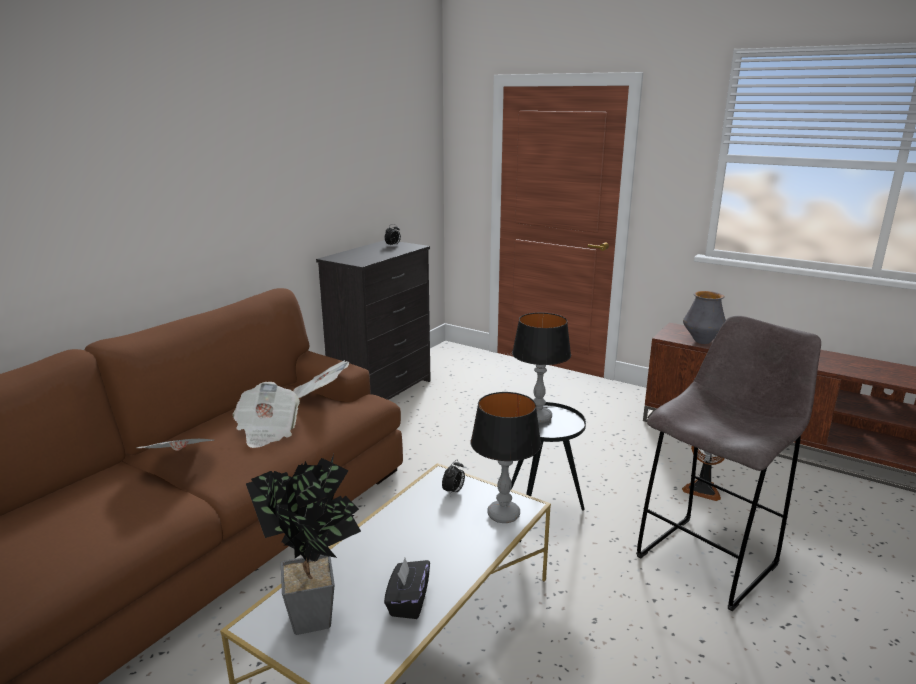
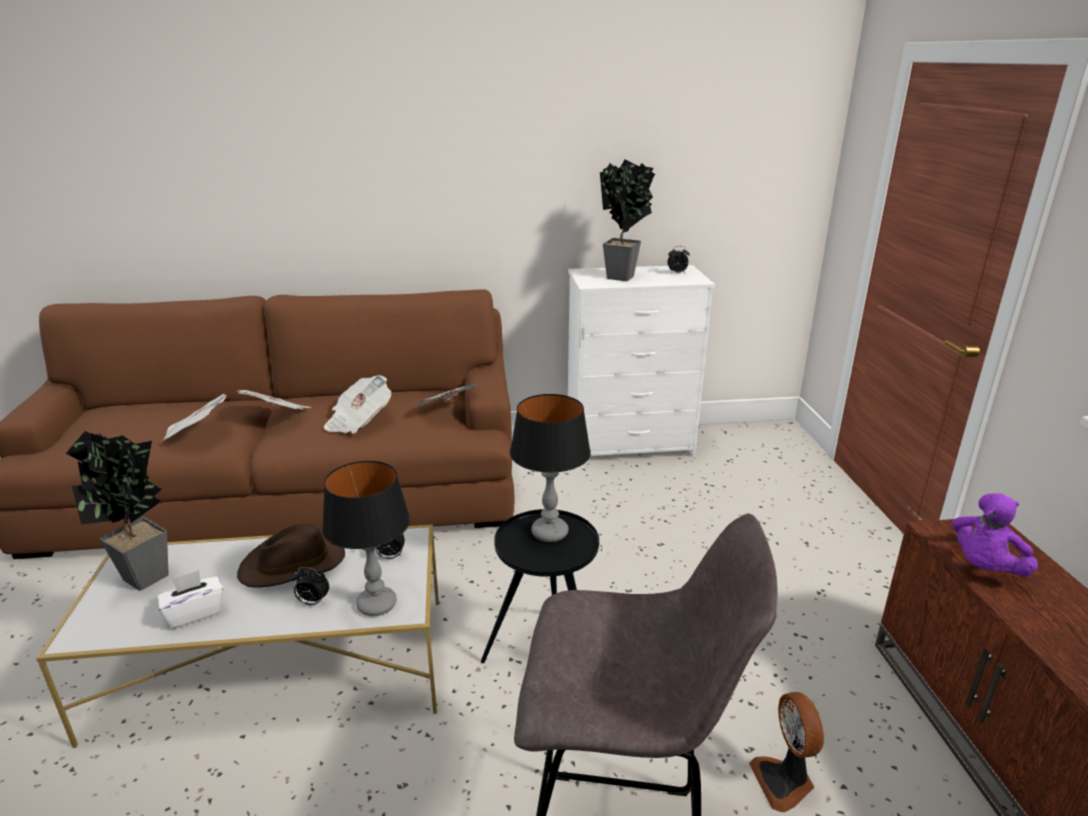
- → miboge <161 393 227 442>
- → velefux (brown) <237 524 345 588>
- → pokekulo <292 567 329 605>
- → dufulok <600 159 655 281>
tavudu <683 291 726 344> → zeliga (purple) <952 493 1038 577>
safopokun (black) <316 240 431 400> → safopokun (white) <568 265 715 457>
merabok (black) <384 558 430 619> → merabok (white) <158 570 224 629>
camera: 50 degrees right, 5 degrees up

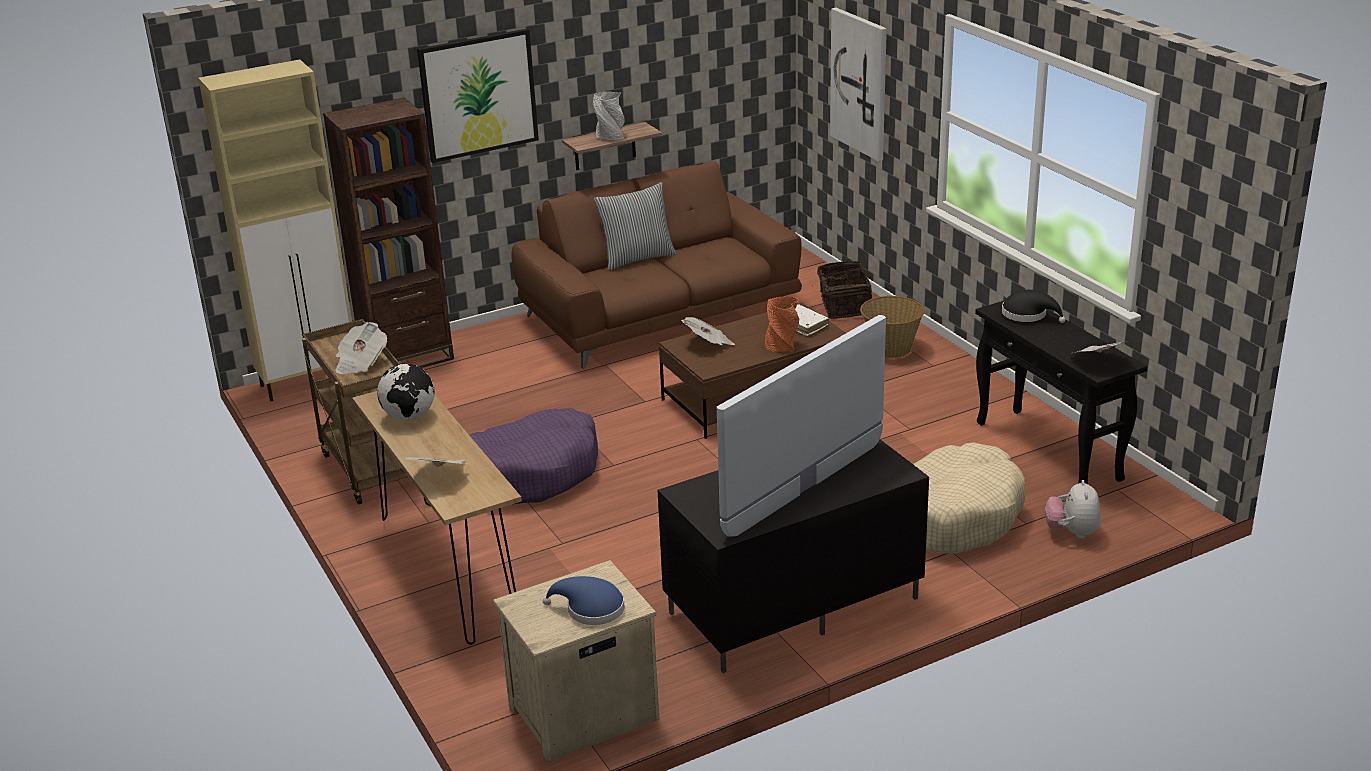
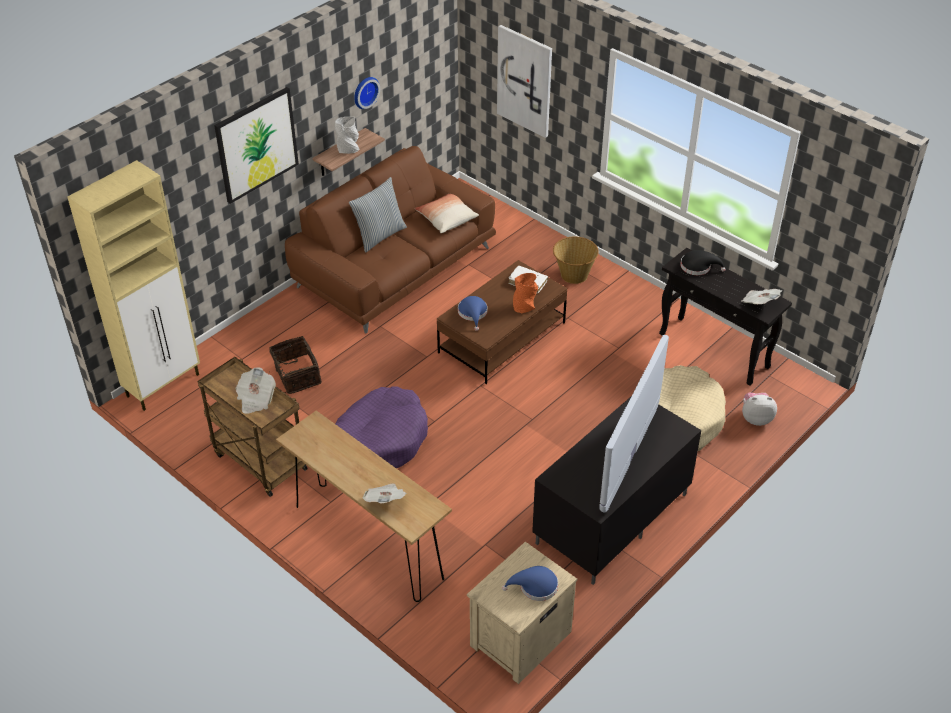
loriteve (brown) <323 98 454 368> → -
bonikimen <377 364 435 420> → -
- → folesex <354 77 380 109>
- → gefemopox <415 194 479 233>
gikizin <812 261 872 319> → gikizin <269 336 322 394>, move
miboge <681 317 735 345> → velefux (blue) <458 296 488 331>
zeliga <1045 480 1101 539> → zeliga <742 393 777 426>, 105 degrees clockwise
camera: 20 degrees left, 15 degrees up

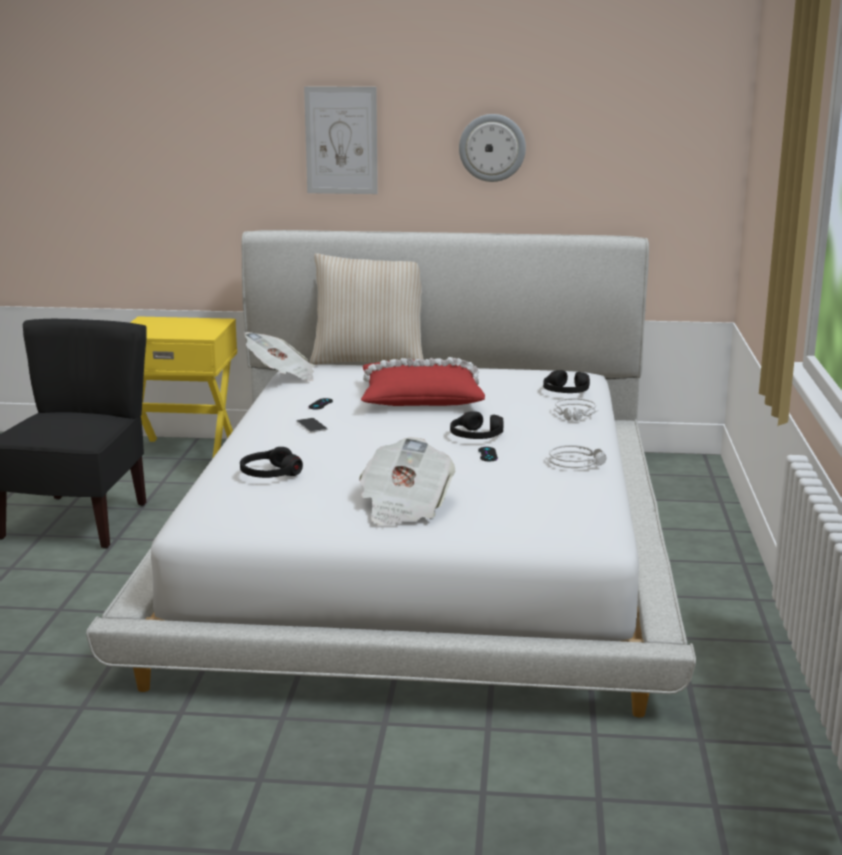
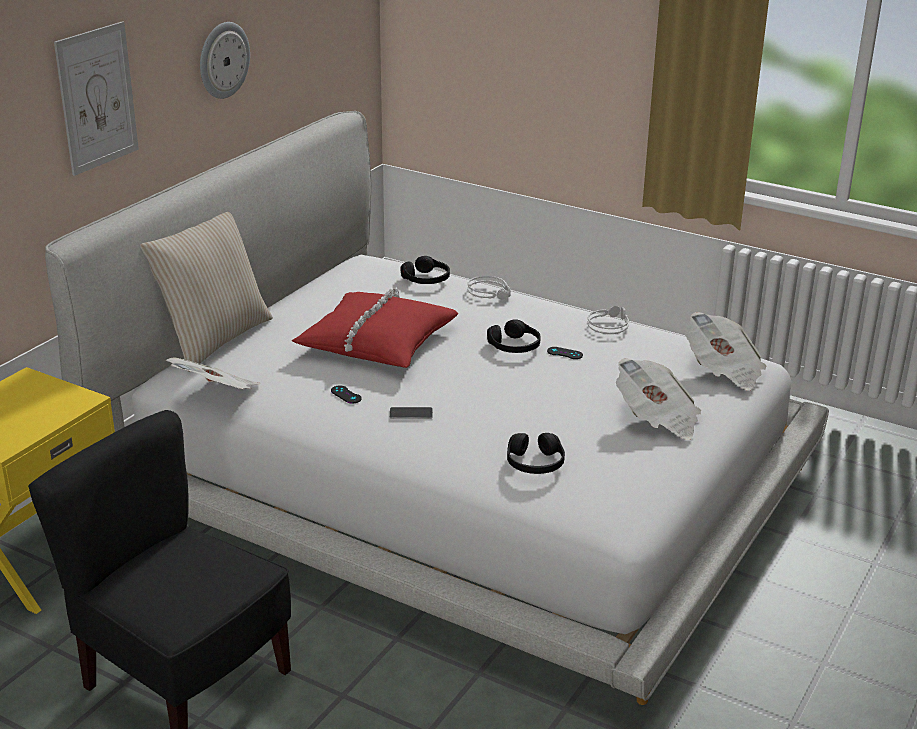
- → miboge <685 312 766 391>
camera: 65 degrees left, 10 degrees up

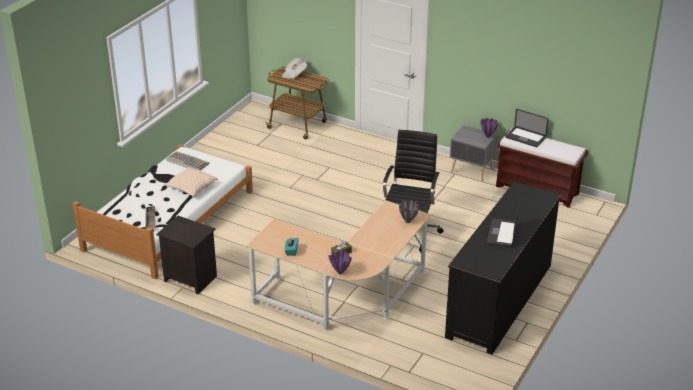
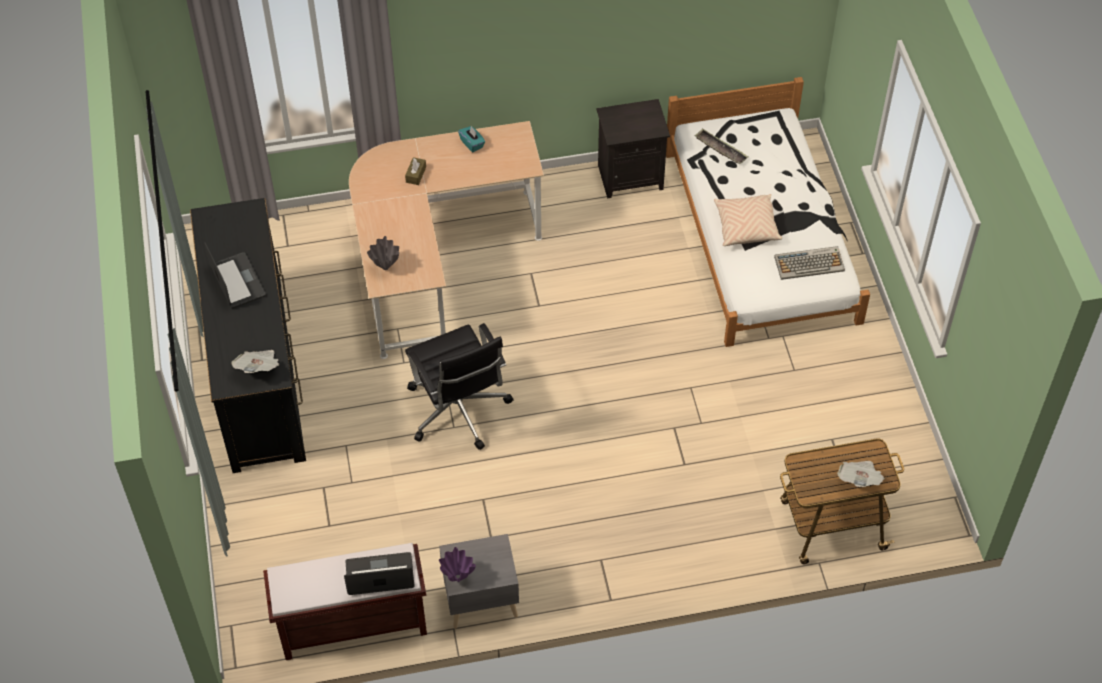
tavudu (purple) <329 250 352 275> → -
- → miboge <231 350 279 373>
camera: 140 degrees right, 20 degrees up

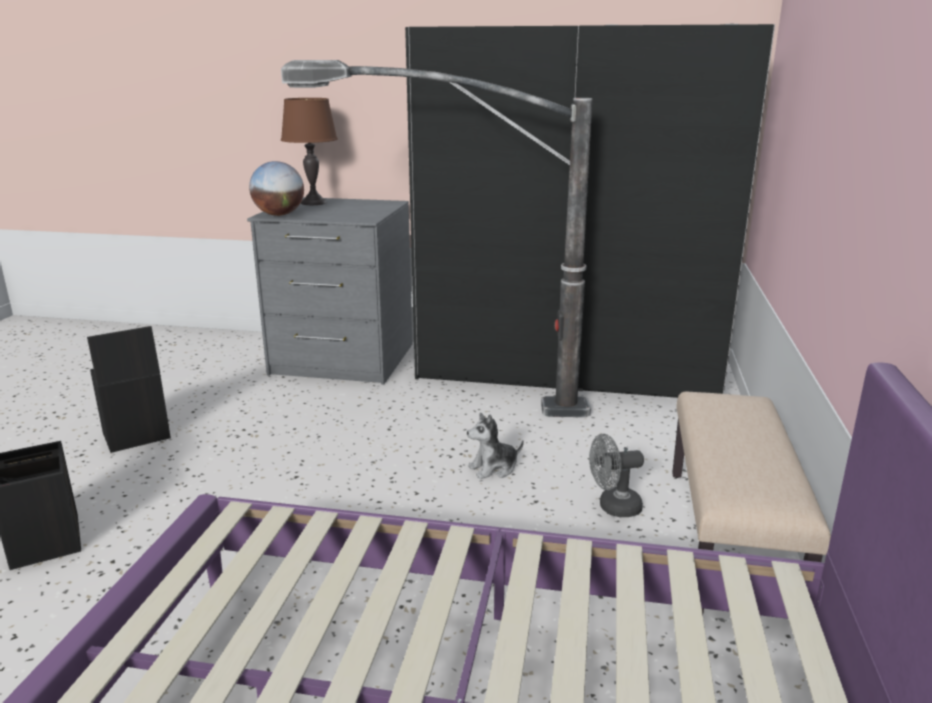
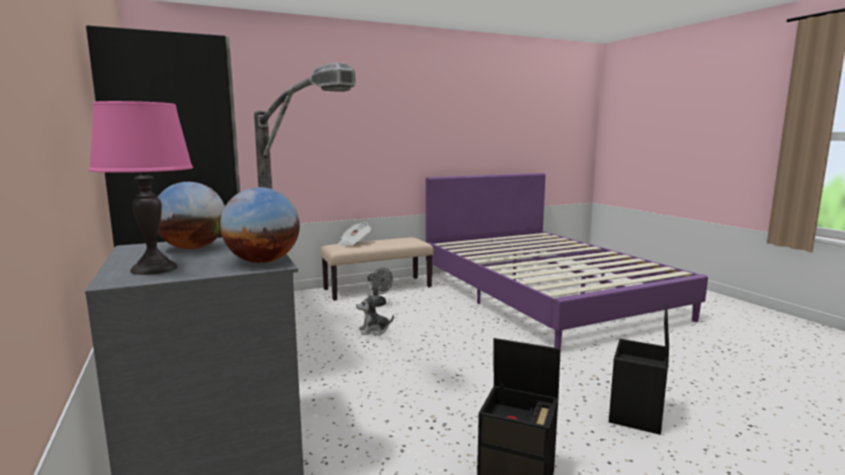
- → bonikimen <158 182 225 249>
- → miboge <337 222 371 246>
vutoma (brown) <281 98 338 205> → vutoma (pink) <88 101 193 275>
zeliga <467 412 524 479> → zeliga <356 295 394 335>, 135 degrees clockwise
camera: 125 degrees left, 10 degrees down

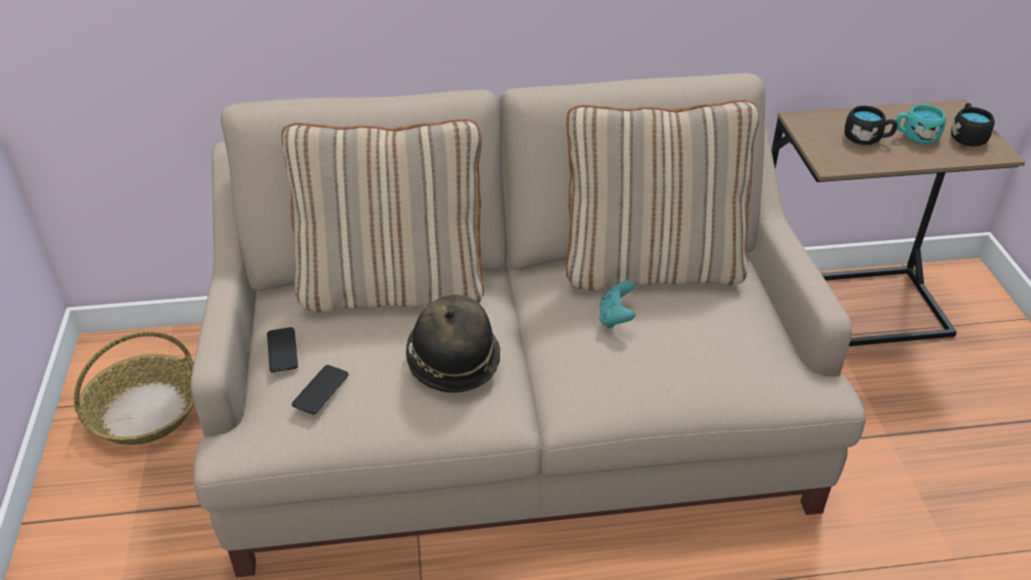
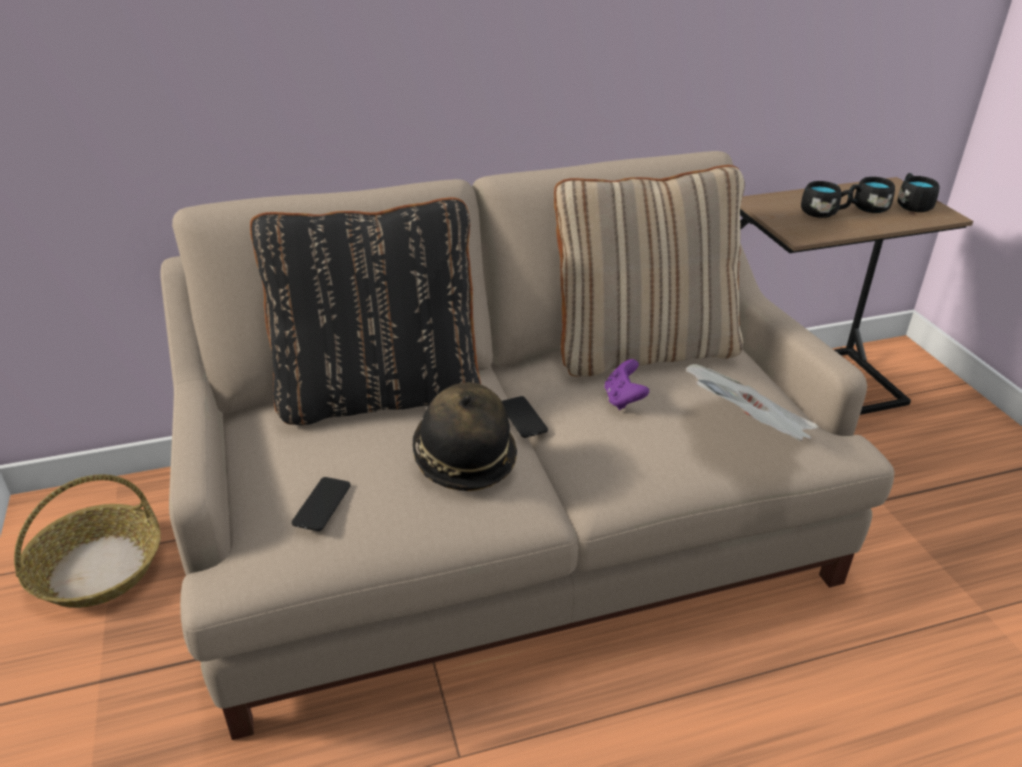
- → miboge <686 364 818 441>
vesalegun <267 327 298 372> → vesalegun <502 396 548 438>, move
gefemopox (beige) <282 119 484 313> → gefemopox (black) <250 197 481 425>
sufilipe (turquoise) <599 280 636 329> → sufilipe (purple) <604 359 649 410>
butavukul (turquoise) <896 104 946 144> → butavukul (black) <848 177 895 213>
camera: 10 degrees left, 5 degrees down

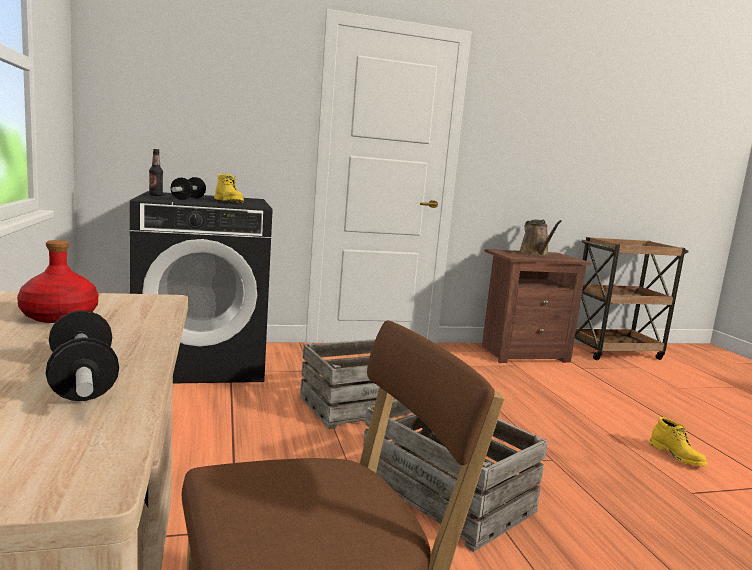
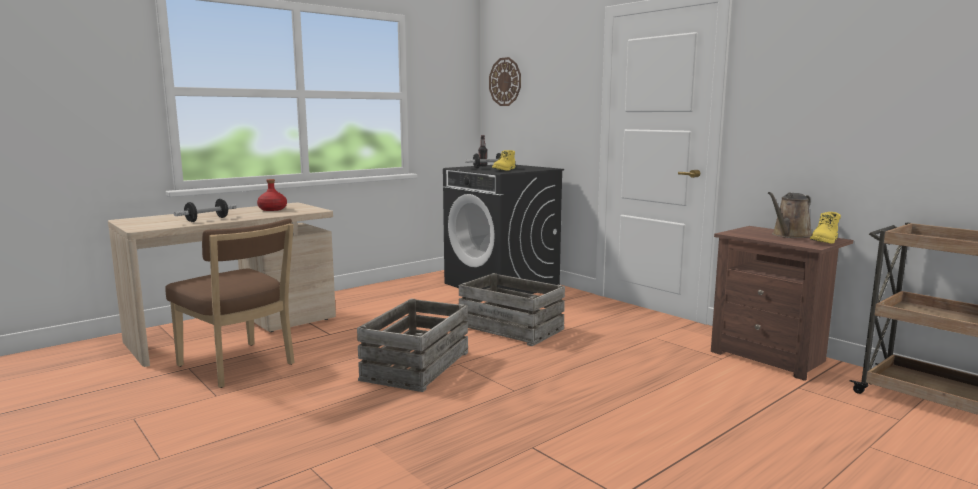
- → folesex <489 57 521 106>
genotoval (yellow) <649 417 707 466> → genotoval (yellow) <810 212 841 244>, move
camera: 65 degrees right, 0 degrees up

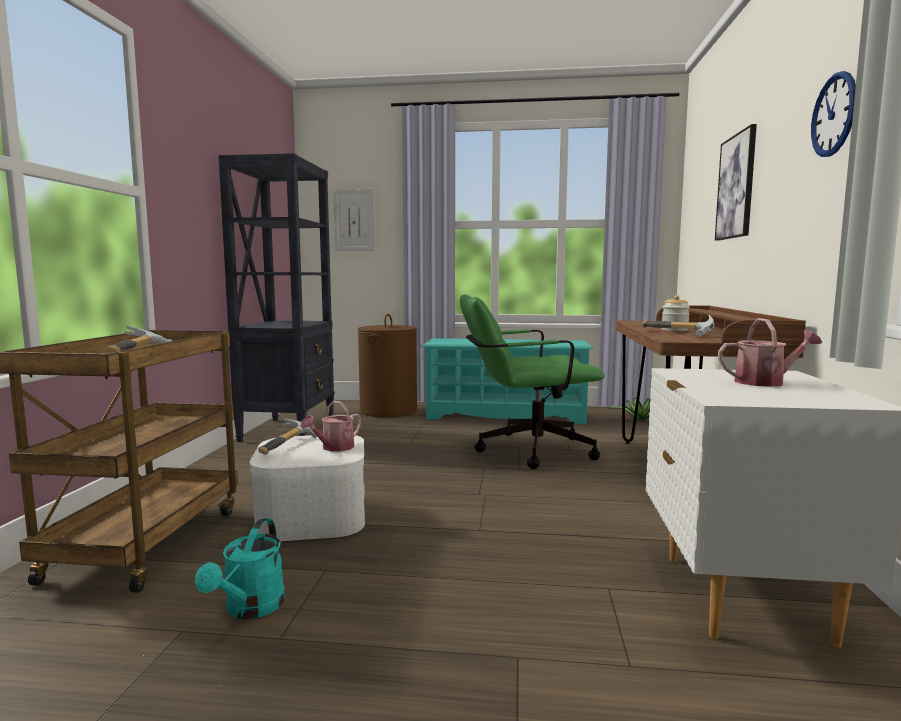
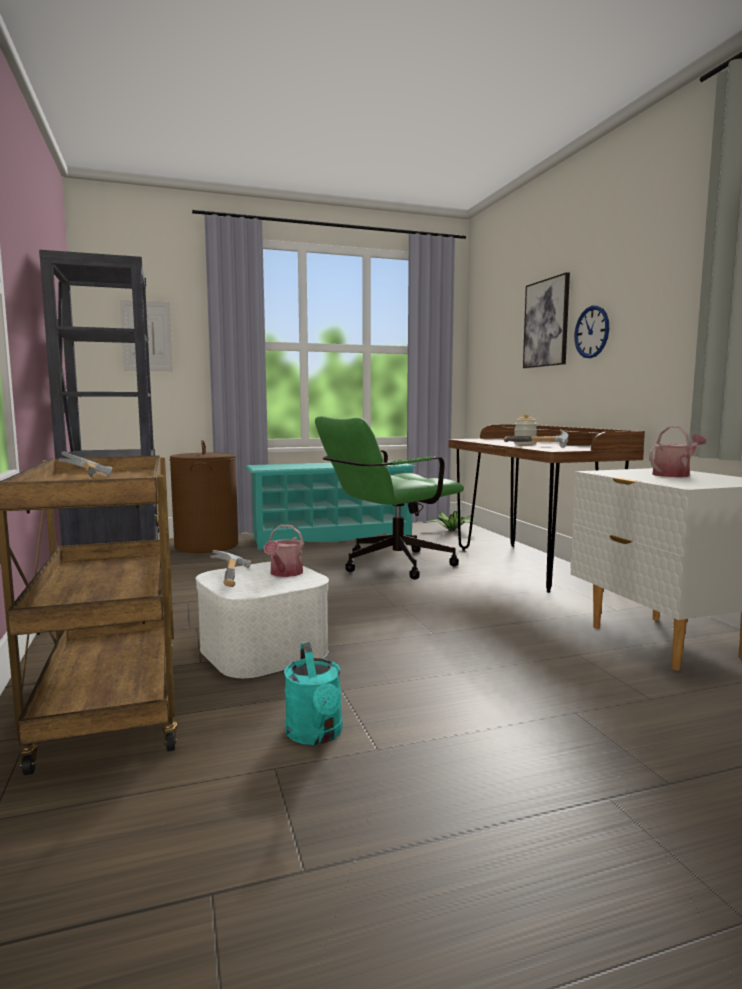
folesex <811 71 856 157> → folesex <574 306 609 358>, move
camera: 25 degrees left, 0 degrees up

